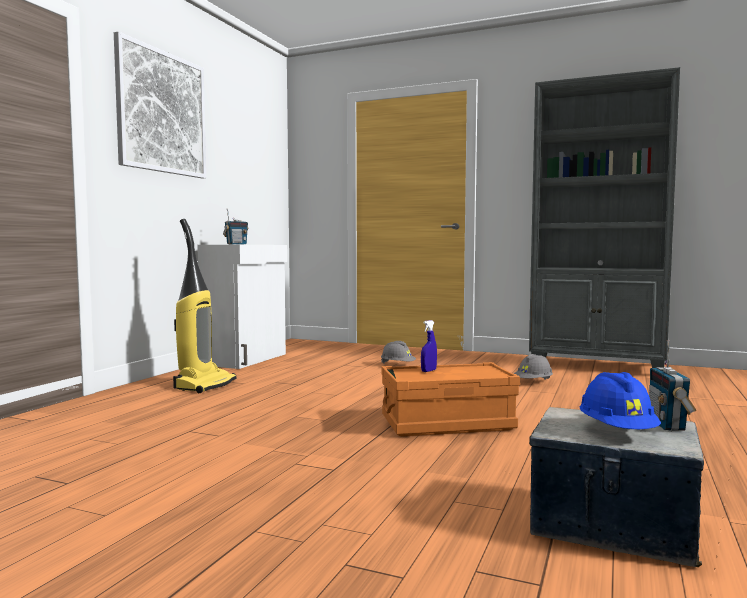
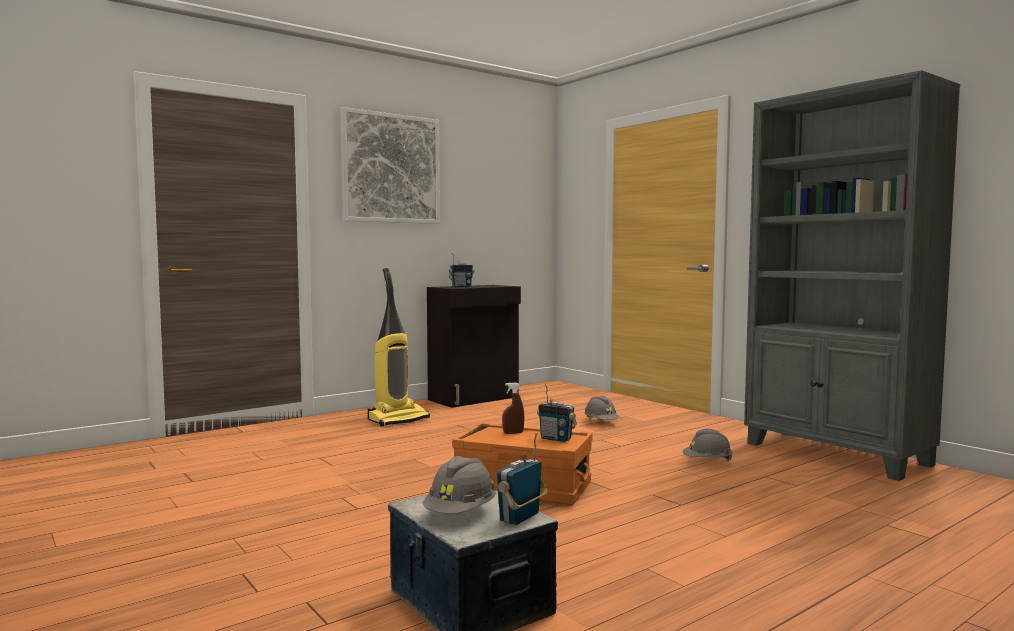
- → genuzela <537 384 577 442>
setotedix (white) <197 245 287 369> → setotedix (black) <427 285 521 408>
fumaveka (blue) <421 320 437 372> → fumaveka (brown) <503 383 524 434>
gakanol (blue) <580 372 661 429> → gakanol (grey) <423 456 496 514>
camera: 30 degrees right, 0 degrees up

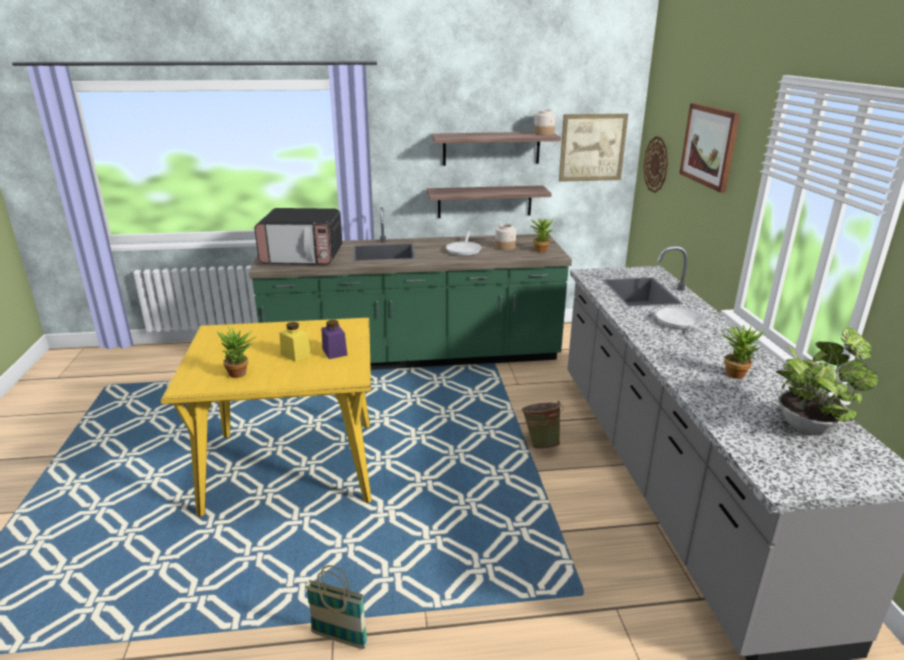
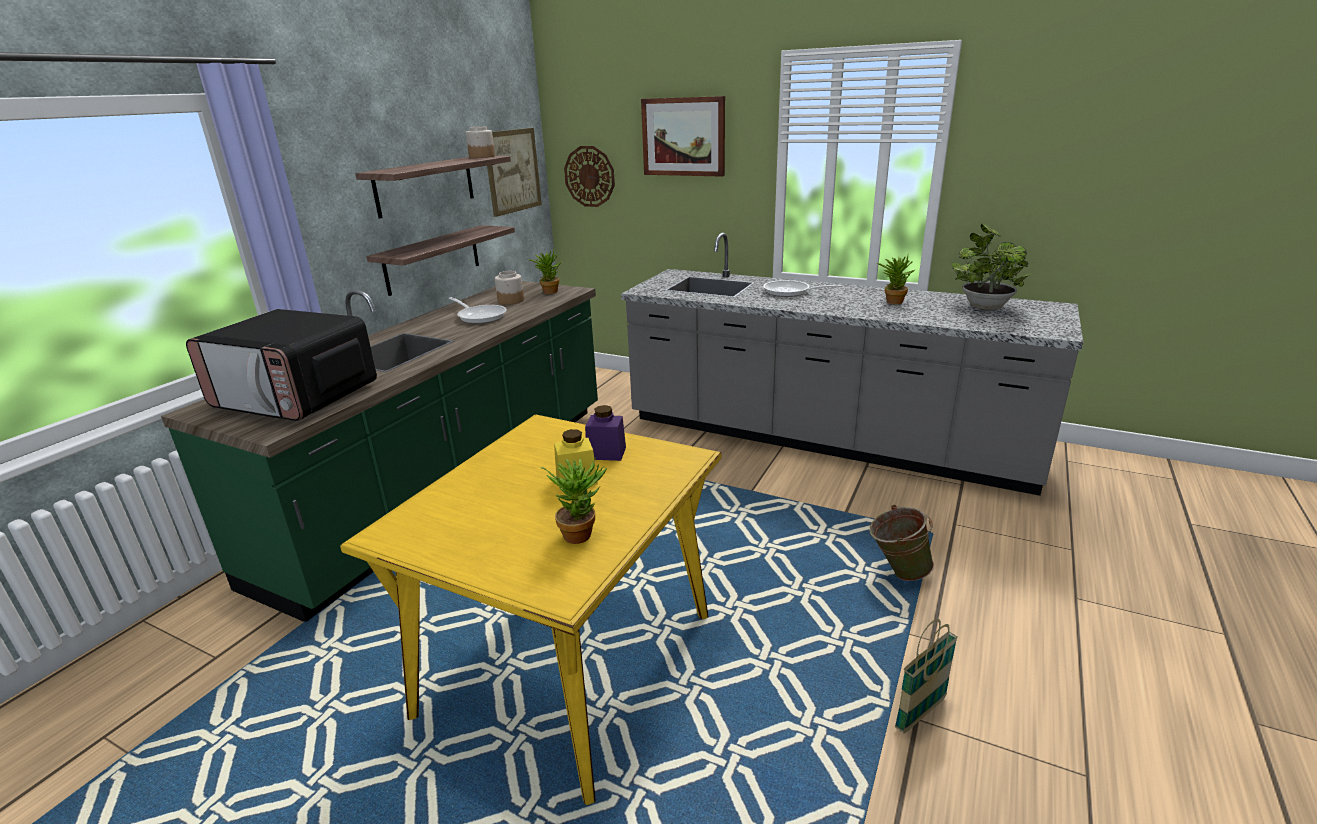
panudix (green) <522 400 563 449> → panudix (green) <869 505 934 581>, move
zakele <254 208 342 265> → zakele <186 309 377 421>, 75 degrees clockwise
camera: 55 degrees left, 0 degrees up

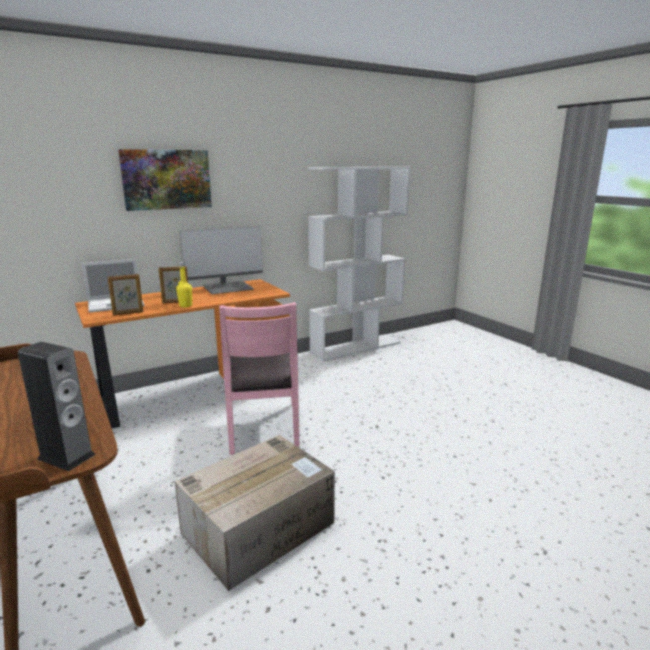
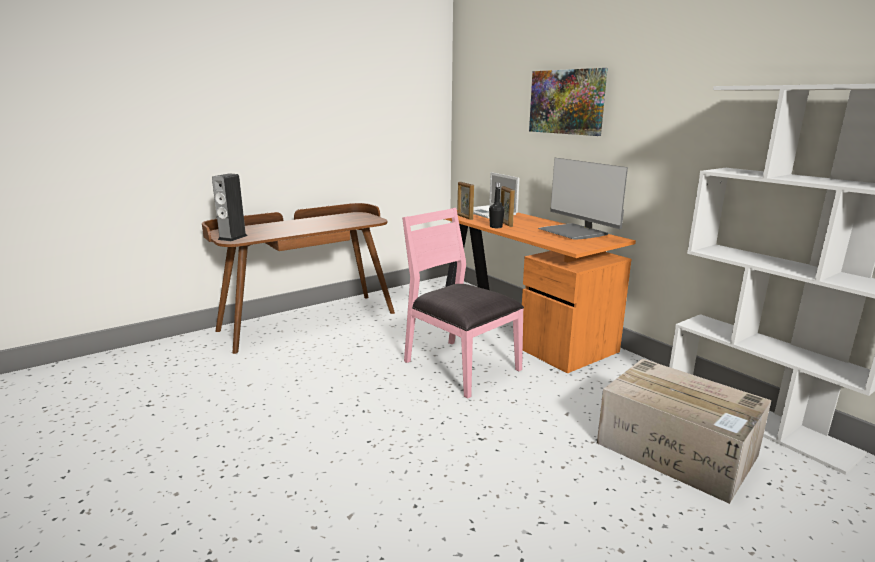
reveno <175 435 335 591> → reveno <597 358 771 504>, move
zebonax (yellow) <176 262 192 308> → zebonax (black) <489 182 505 228>
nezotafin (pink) <219 302 300 455> → nezotafin (pink) <402 208 524 399>, 60 degrees clockwise
camera: 85 degrees right, 0 degrees up

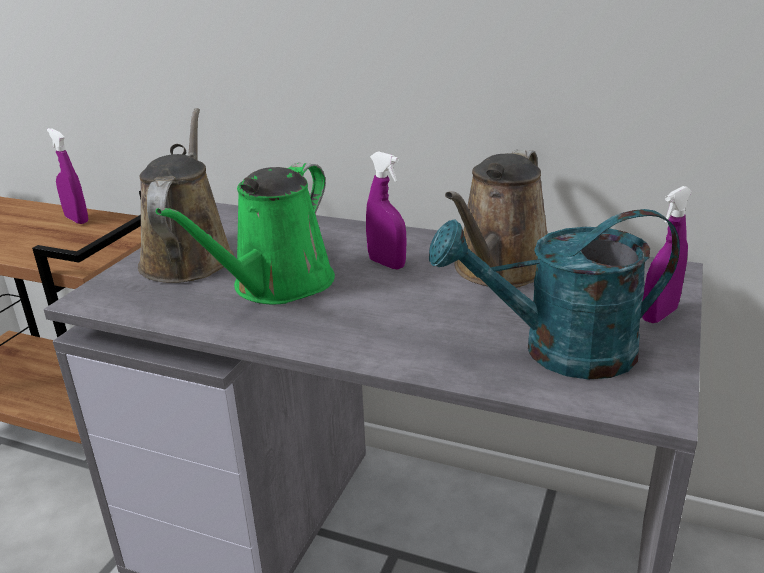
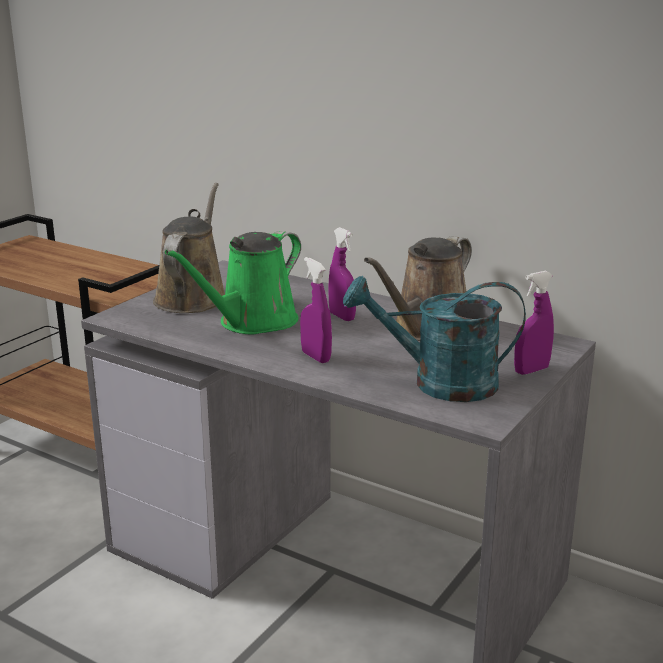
fumaveka (purple) <47 128 88 224> → fumaveka (purple) <300 257 332 363>, move
camera: 10 degrees right, 5 degrees down

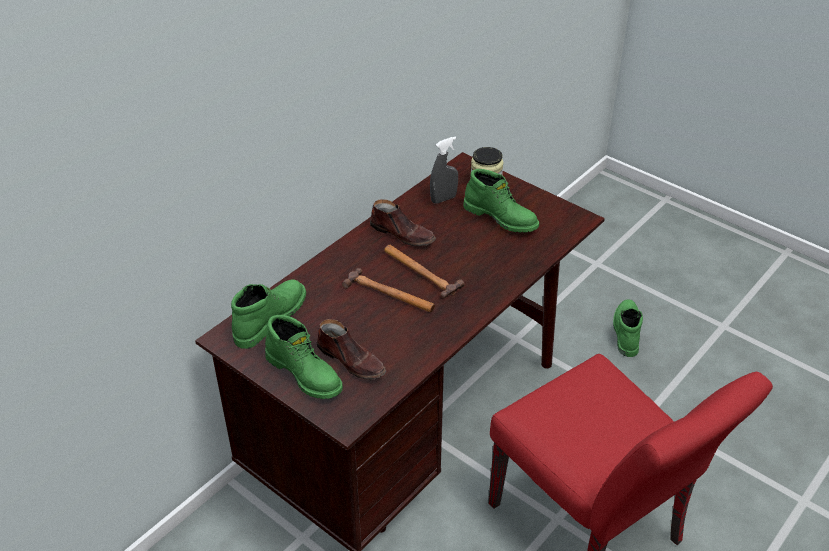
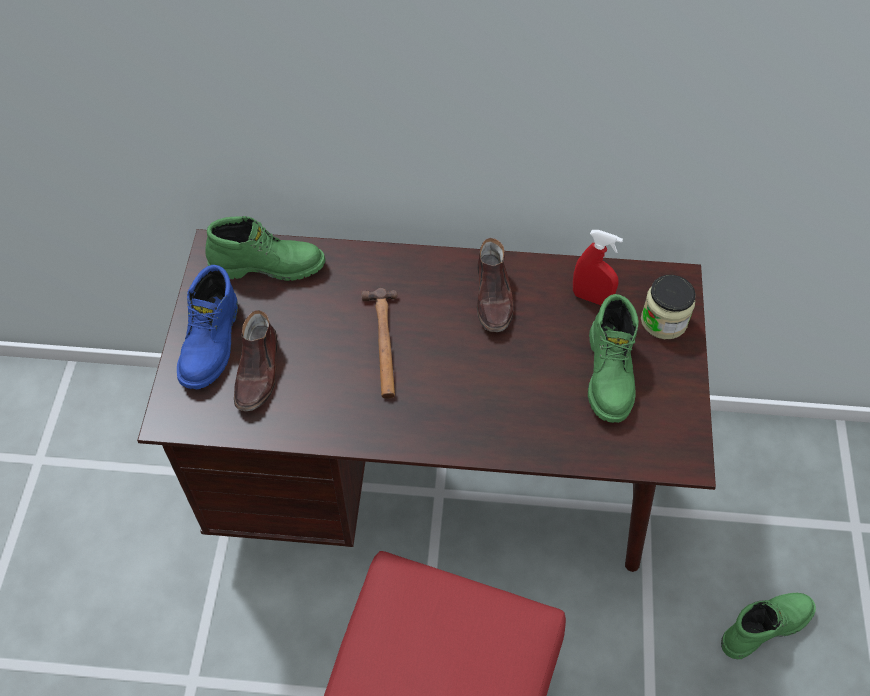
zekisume <384 245 465 298> → -
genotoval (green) <265 315 343 399> → genotoval (blue) <177 265 238 389>
fumaveka (grey) <430 137 458 203> → fumaveka (red) <573 230 623 305>
camera: 55 degrees right, 15 degrees up

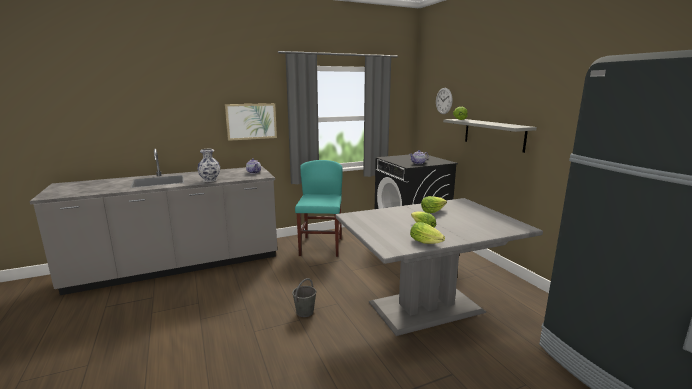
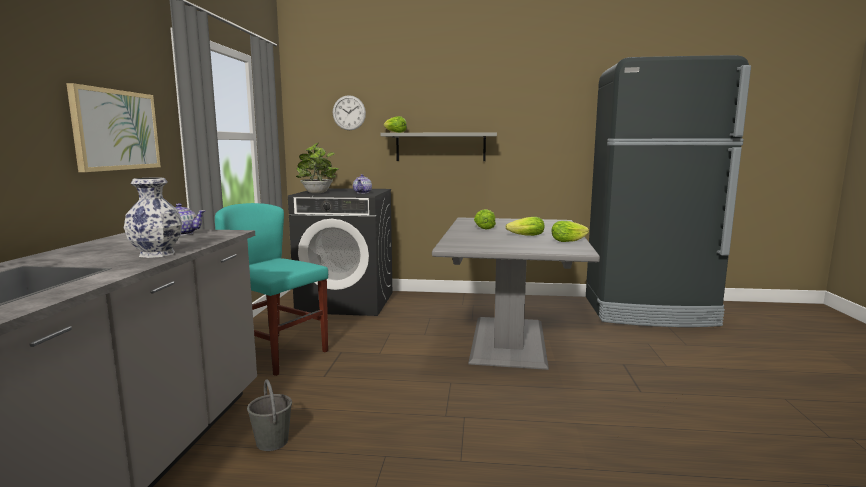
- → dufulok <296 143 339 193>
panudix (grey) <292 278 316 317> → panudix (grey) <247 379 292 451>, move
camera: 60 degrees left, 5 degrees down

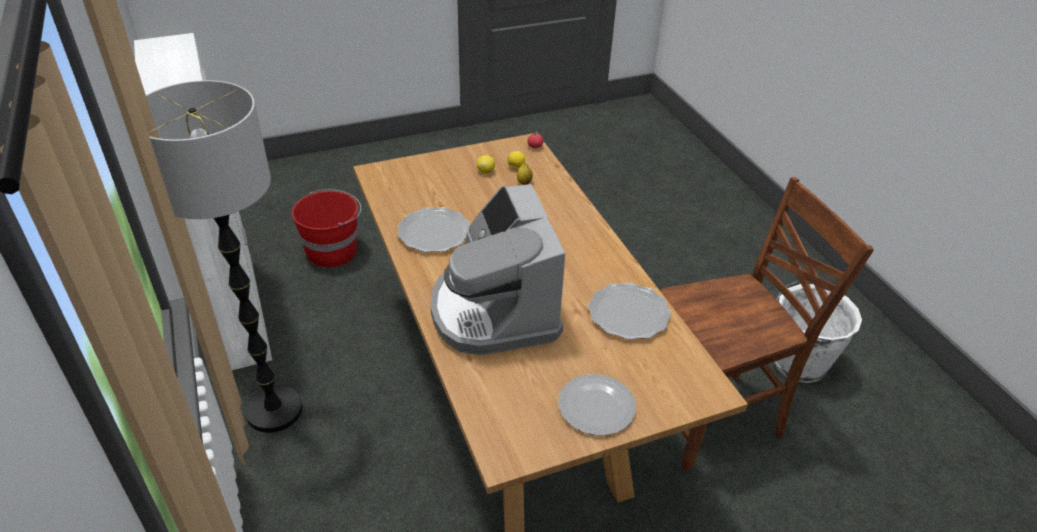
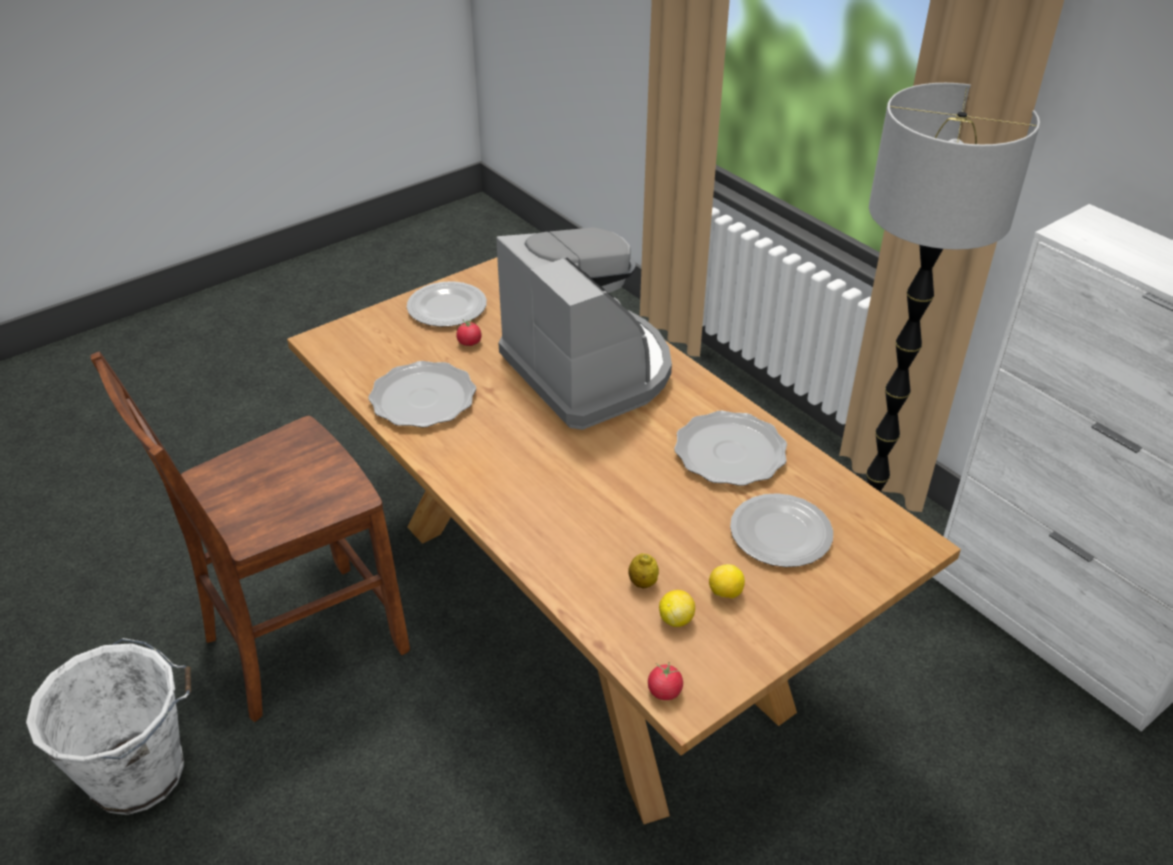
panudix (red) <292 189 361 268> → -
- → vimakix <456 319 482 346>
- → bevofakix <730 493 833 567>
camera: 165 degrees right, 0 degrees up

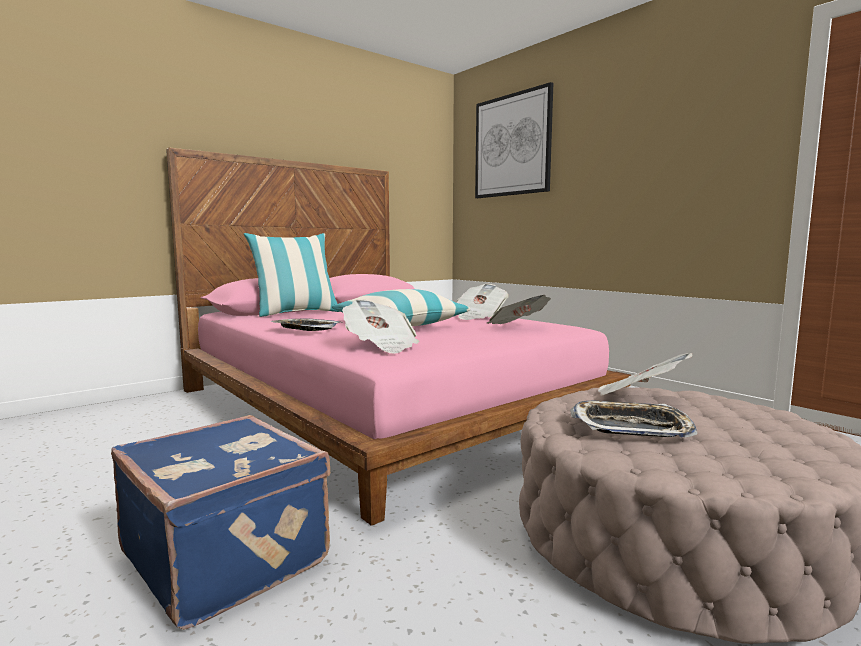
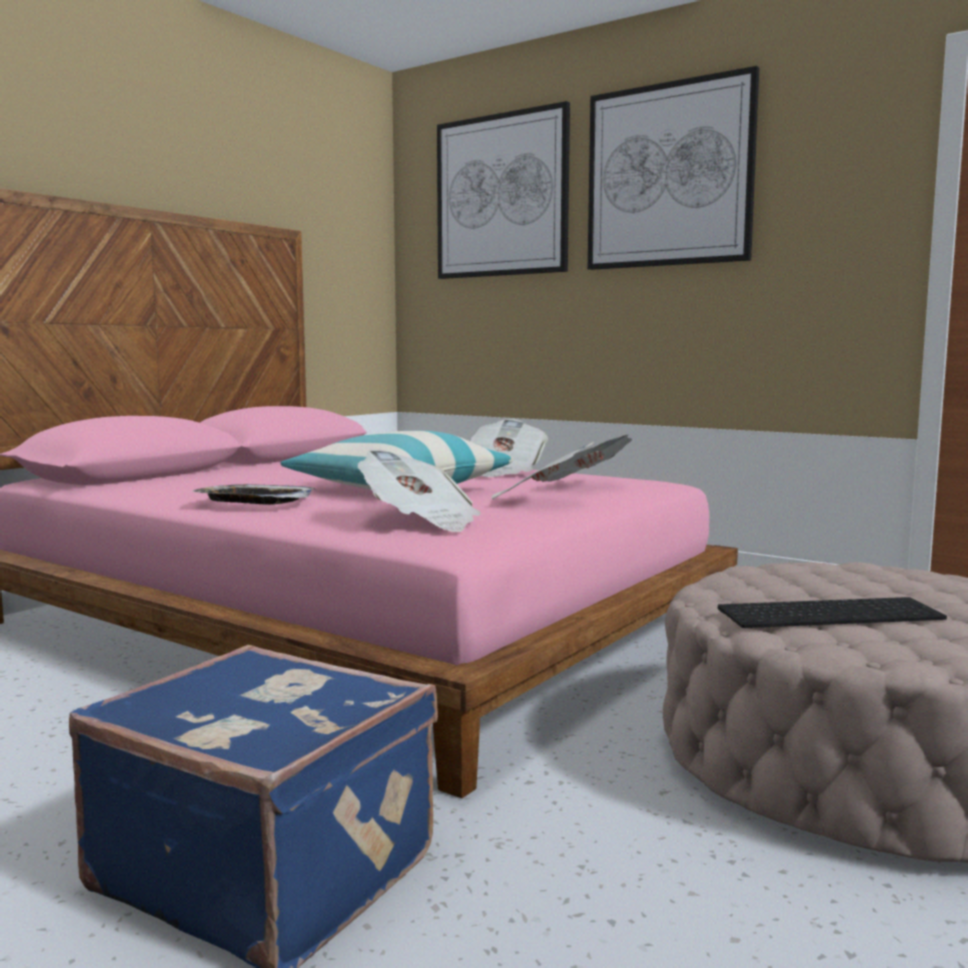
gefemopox <244 233 340 317> → -
- → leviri <588 66 759 270>
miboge <598 353 692 396> → miboge <491 441 594 499>, move
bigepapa <570 400 698 438> → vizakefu <718 597 947 628>
camera: 15 degrees left, 0 degrees up

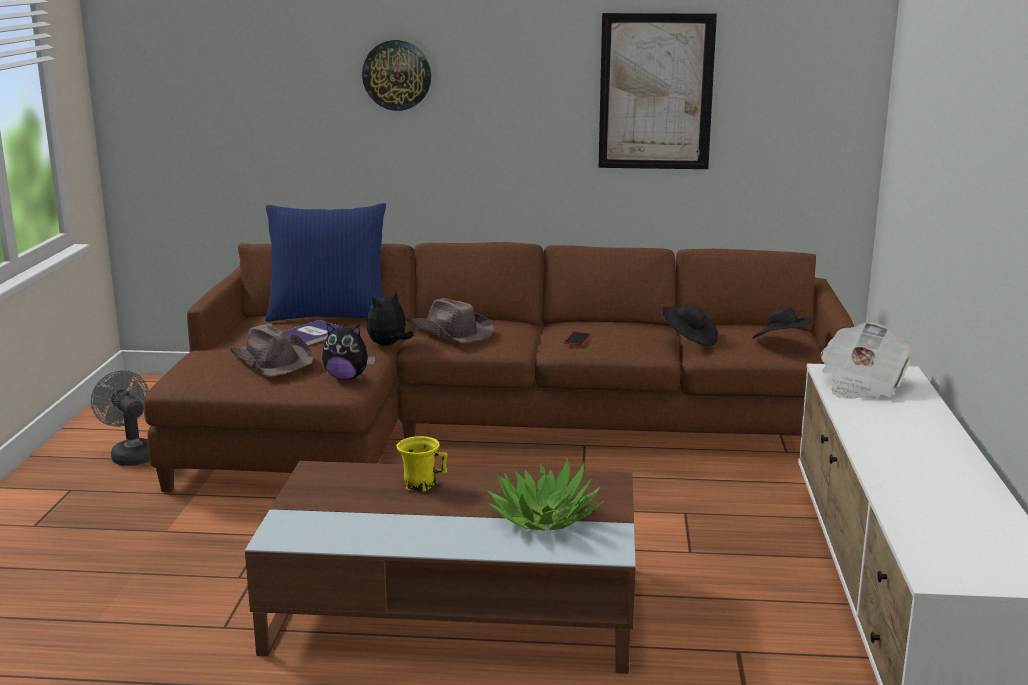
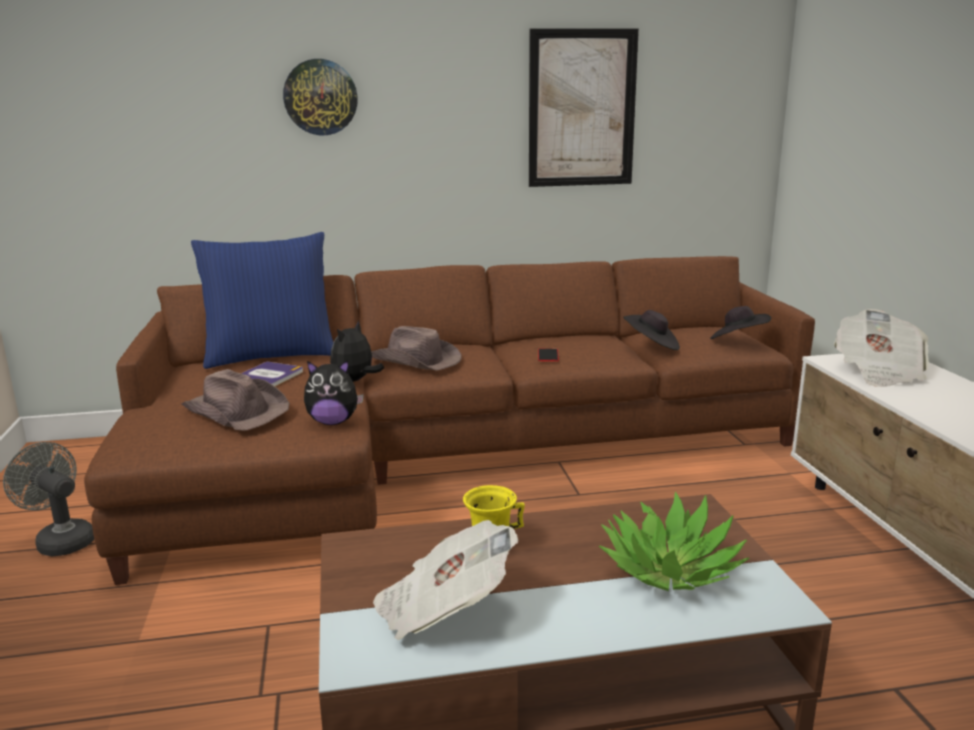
- → miboge <373 520 518 640>
camera: 15 degrees left, 0 degrees up

